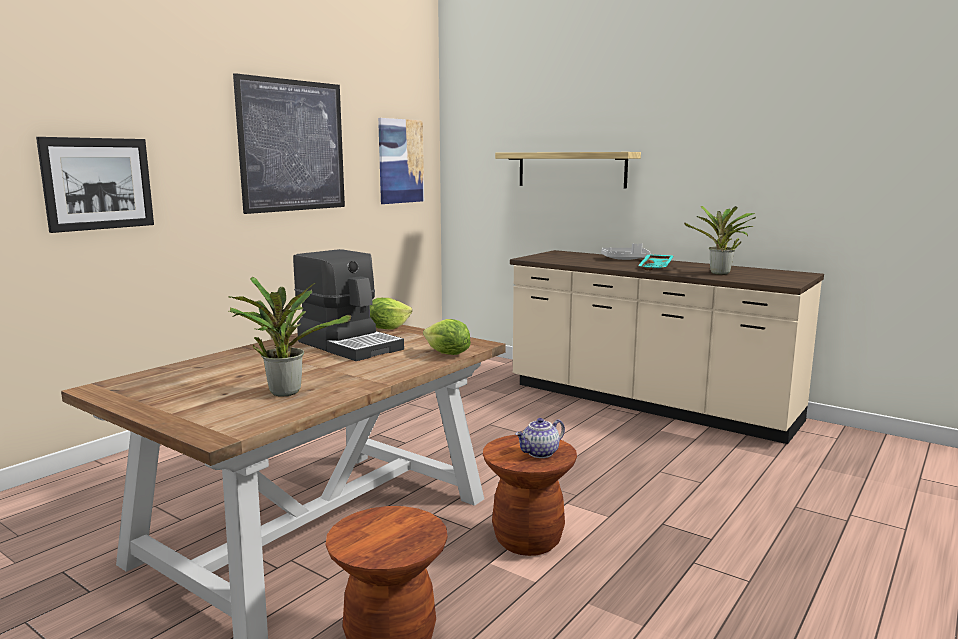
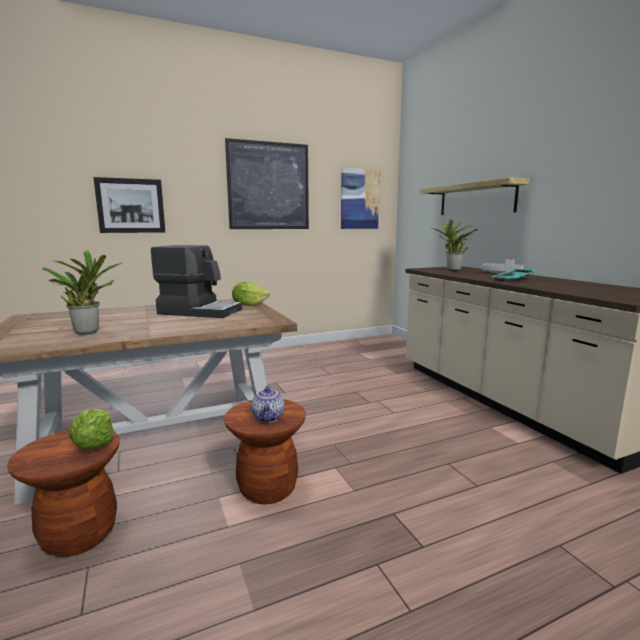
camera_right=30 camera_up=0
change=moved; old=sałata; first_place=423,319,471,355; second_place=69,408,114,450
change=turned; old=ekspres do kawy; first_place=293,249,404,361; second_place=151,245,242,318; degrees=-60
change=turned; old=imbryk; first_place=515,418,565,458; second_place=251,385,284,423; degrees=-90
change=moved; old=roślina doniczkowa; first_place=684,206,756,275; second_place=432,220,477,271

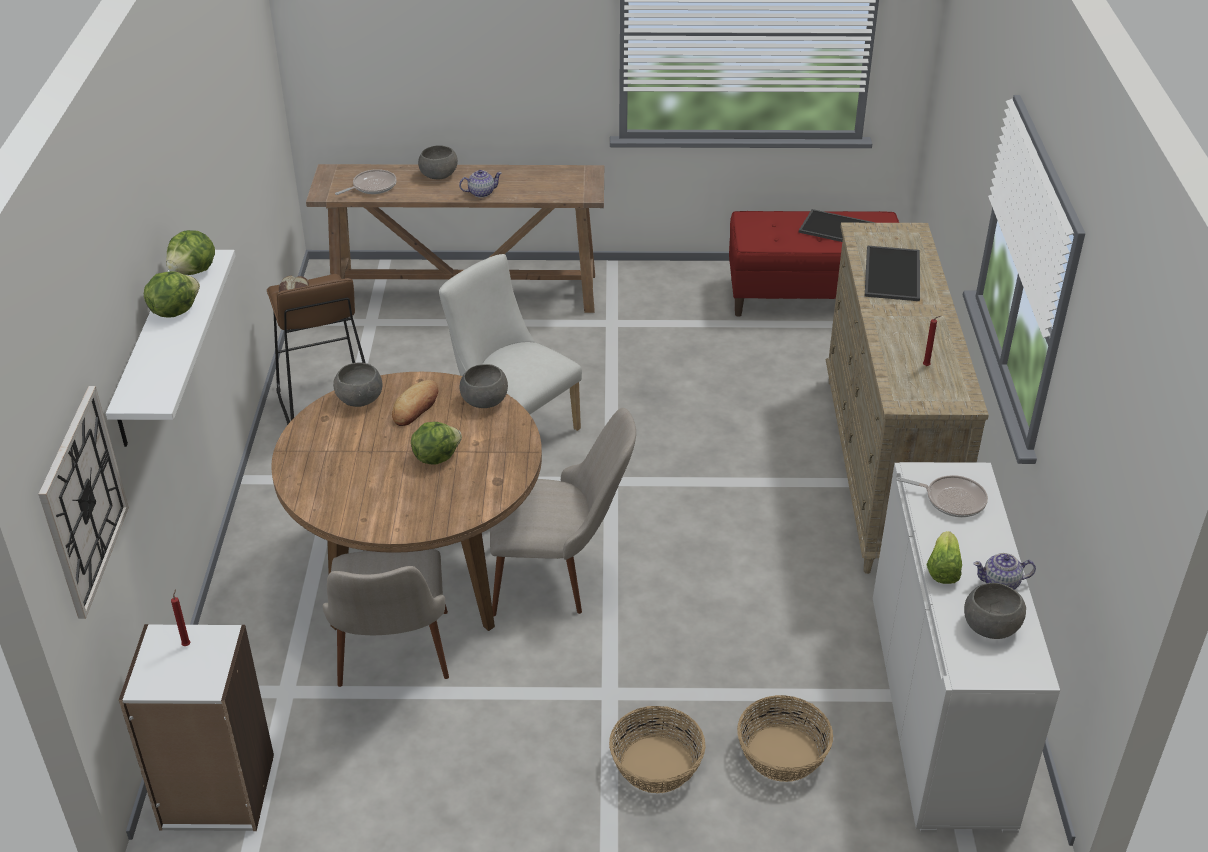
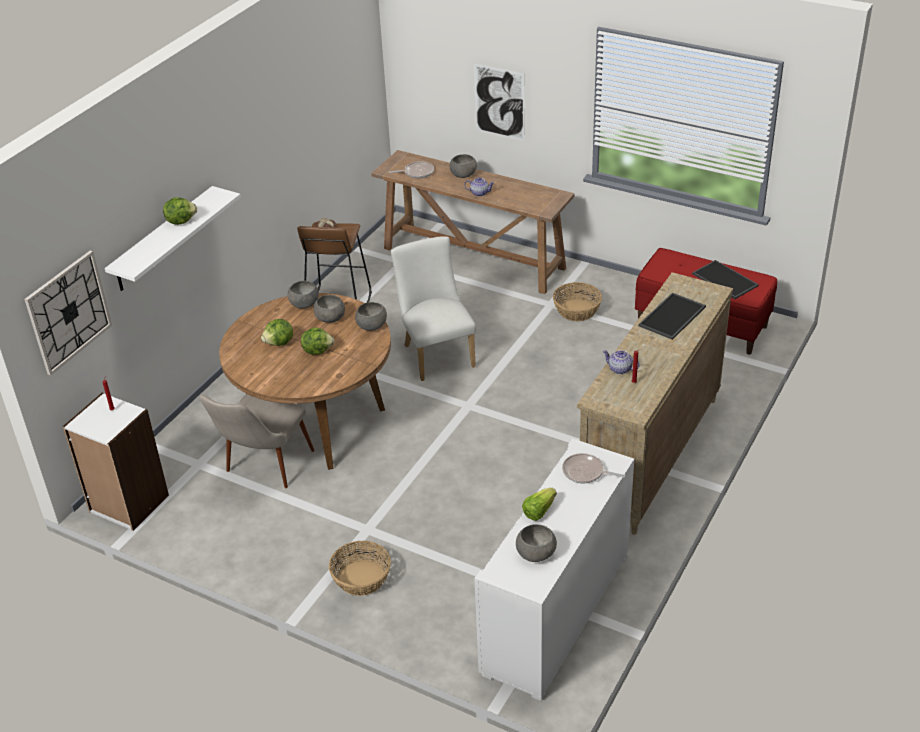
camera_right=30 camera_up=0
change=moved; old=sałata; first_place=166,230,215,275; second_place=261,319,293,346
change=replaced; old=chleb; new=miska (szary); first_place=392,380,438,426; second_place=313,295,345,323
change=added; new=obraz; second_place=474,63,525,141
change=moved; old=koszyk; first_place=737,695,833,782; second_place=553,282,602,321
change=turned; old=patelnia; first_place=896,475,988,517; second_place=562,453,625,483; degrees=150
change=moved; old=imbryk; first_place=973,553,1036,590; second_place=602,350,640,374
change=removed; old=krzesło (beżowy); first_place=490,408,636,616

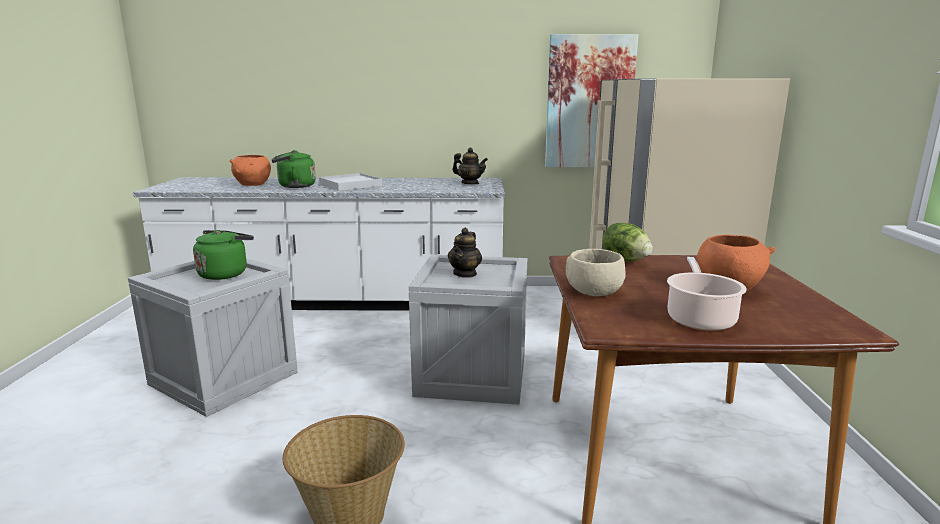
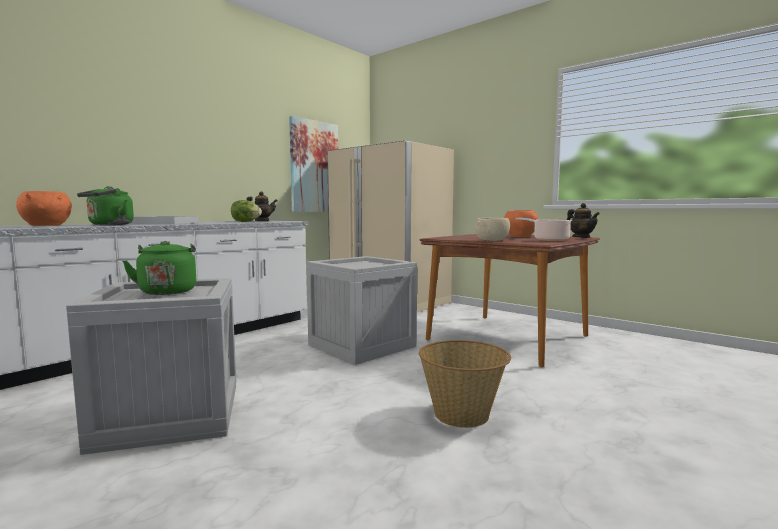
camera_right=-50 camera_up=-10
change=moved; old=sałata; first_place=602,223,653,261; second_place=231,200,262,222
change=moved; old=imbryk; first_place=448,228,482,278; second_place=567,203,600,238

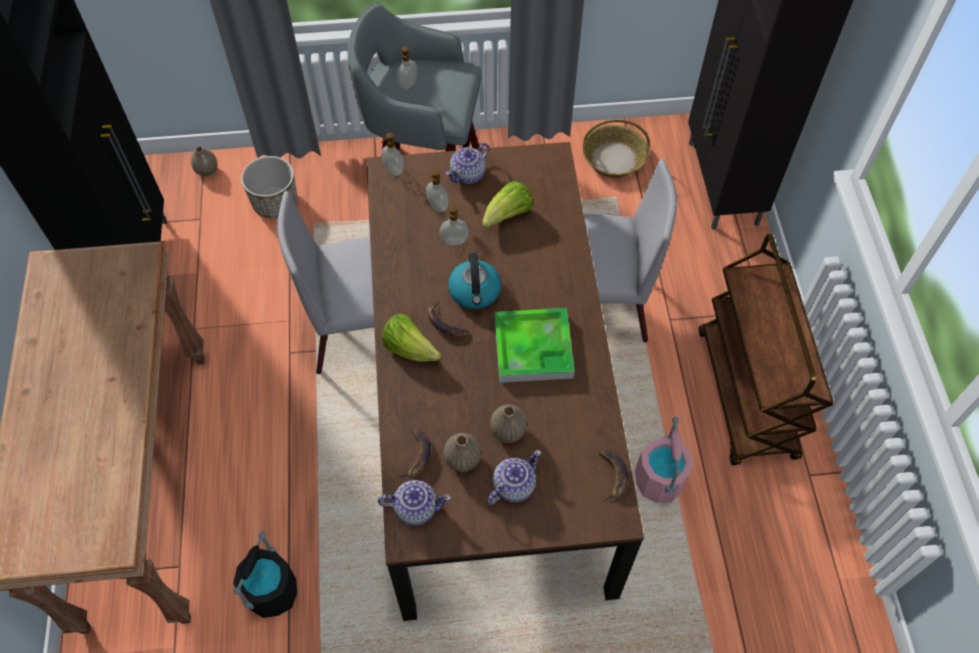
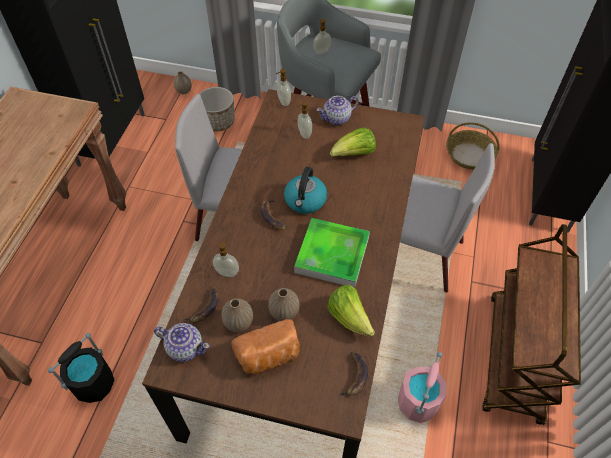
camera_right=20 camera_up=-5
change=moved; old=dozownik mydła; first_place=439,202,469,245; second_place=213,239,239,277
change=replaced; old=imbryk; new=chleb; first_place=487,450,541,505; second_place=231,319,300,375
change=moved; old=sałata; first_place=382,313,441,362; second_place=327,285,375,337

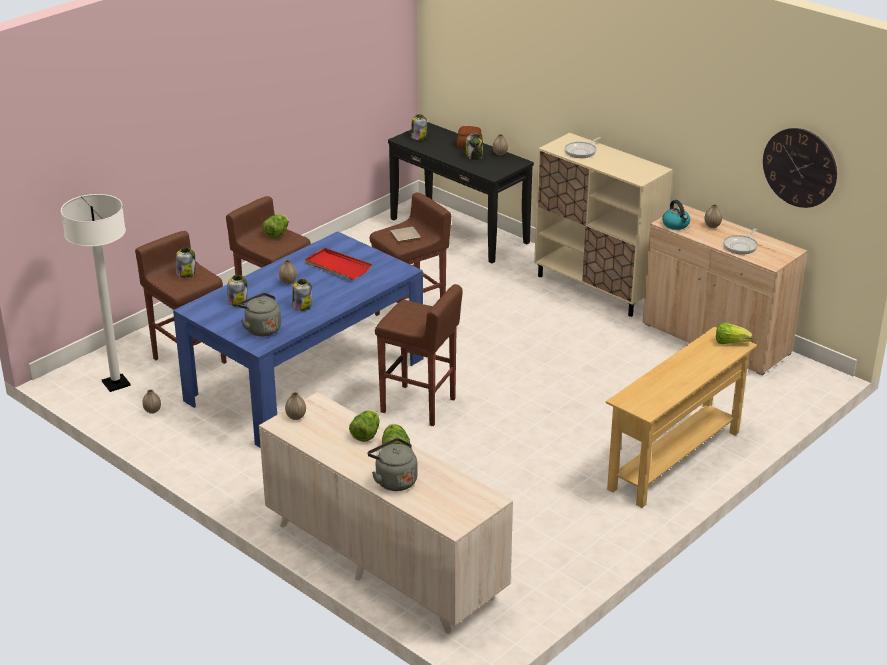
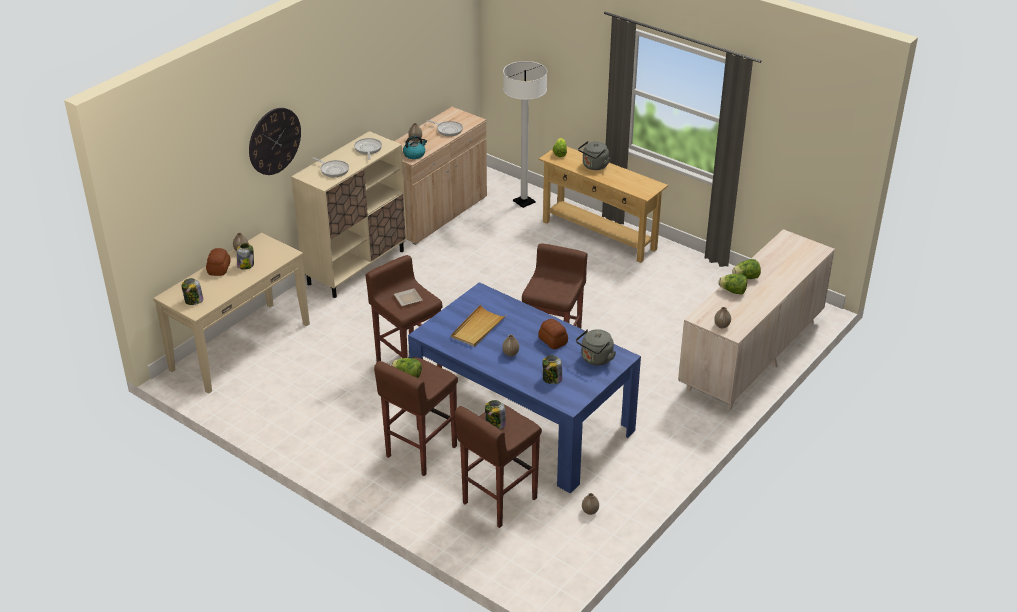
camera_right=-95 camera_up=5
change=recoloured; old=stolik konsolowy (czarny); new=stolik konsolowy (beżowy); first_place=388,122,534,263; second_place=153,233,310,394
change=moved; old=zegar ścienny; first_place=763,128,837,208; second_place=249,108,301,175
change=added; new=patelnia; second_place=354,138,382,159
change=recoloured; old=taca (czerwony); new=taca (beżowy); first_place=305,248,372,279; second_place=451,305,507,347
change=moved; old=lampa stojąca (biały); first_place=61,194,131,392; second_place=503,61,547,208
change=replaced; old=słoik; new=chleb; first_place=292,279,312,311; second_place=538,319,568,349
change=moved; old=czajnik (szary); first_place=368,438,418,491; second_place=578,141,610,170

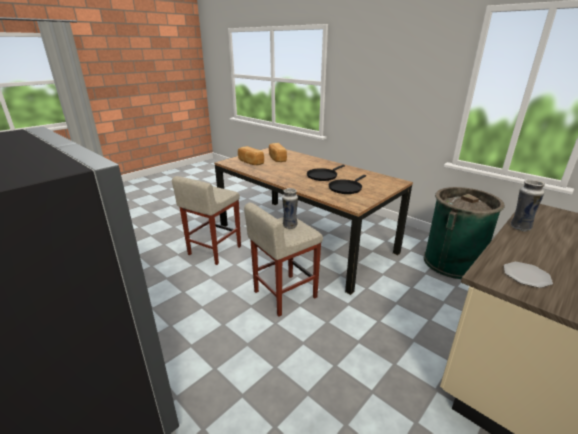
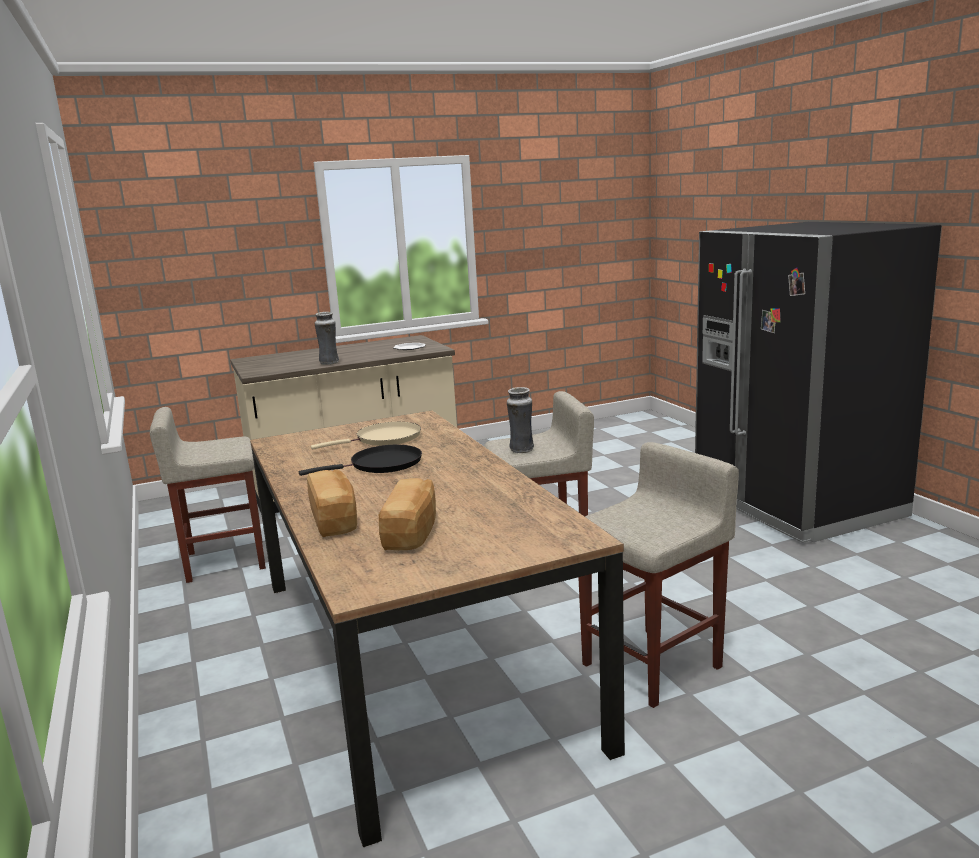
camera_right=-155 camera_up=-10
change=replaced; old=kosz na śmieci (zielony); new=stołek (beżowy); first_place=424,187,505,279; second_place=150,407,266,583
change=moved; old=chleb; first_place=238,146,264,165; second_place=307,470,357,537
change=recoloured; old=patelnia (czarny); new=patelnia (beżowy); first_place=329,175,366,194; second_place=311,422,421,449

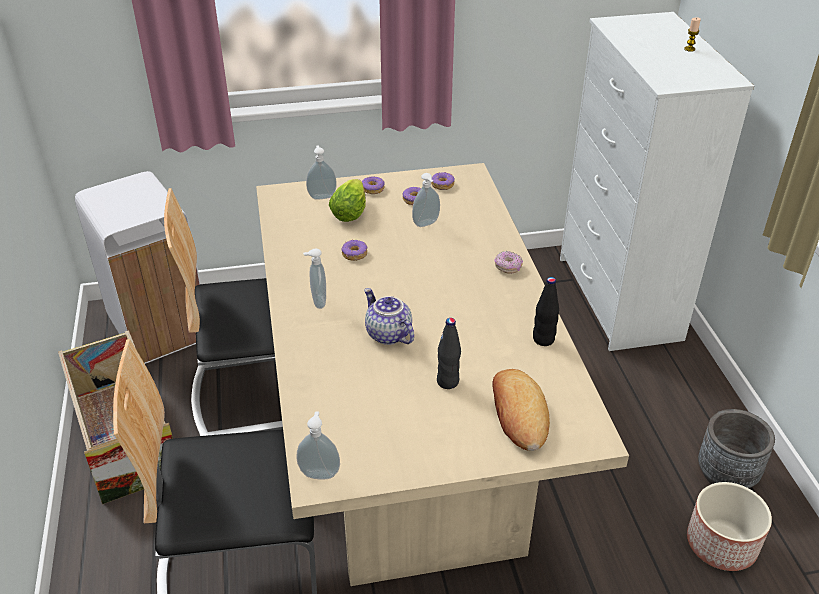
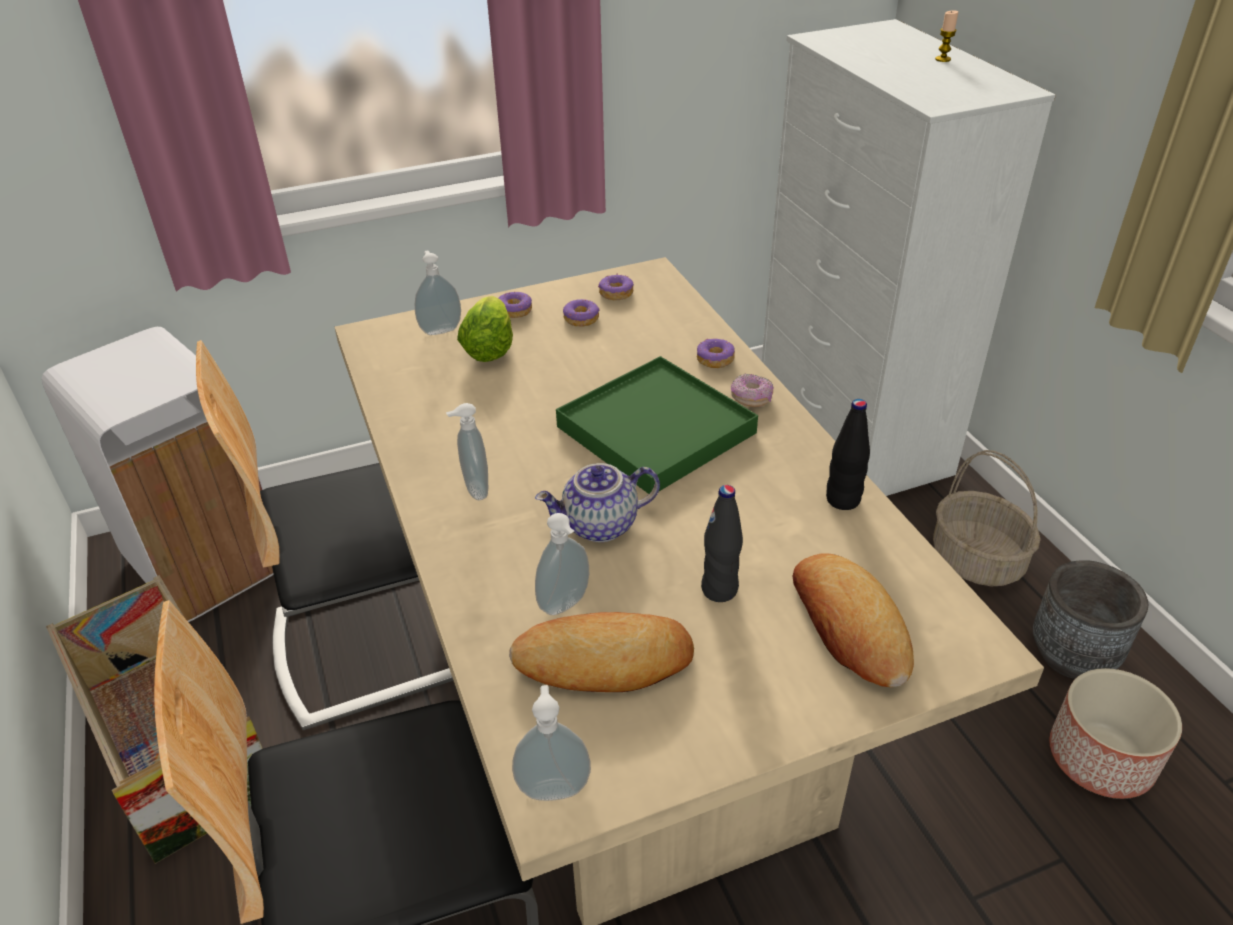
camera_right=-10 camera_up=0
change=added; new=chleb; second_place=509,612,694,692
change=turned; old=imbryk; first_place=364,288,414,345; second_place=535,463,660,542; degrees=-60
change=moved; old=dozownik mydła; first_place=412,173,440,227; second_place=535,513,589,615
change=added; new=taca (zielony); second_place=556,356,758,494
change=moved; old=donut; first_place=341,240,367,261; second_place=697,338,735,368
change=added; new=koszyk; second_place=933,450,1041,586

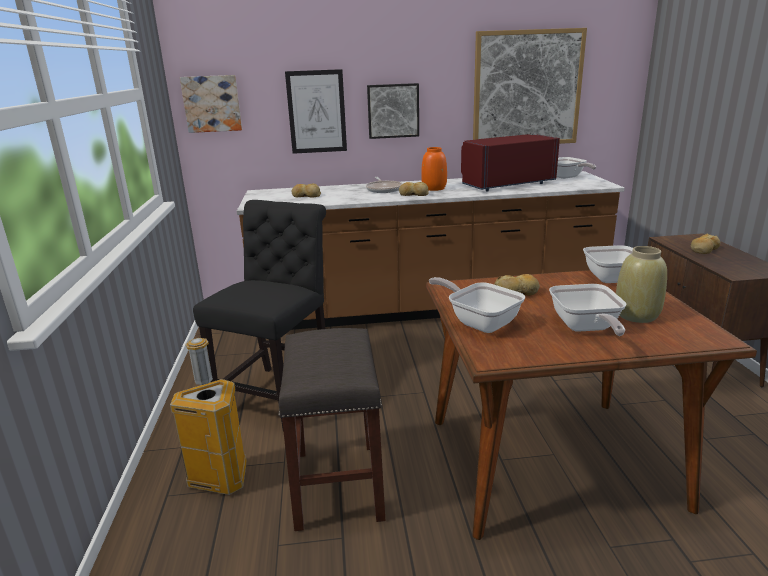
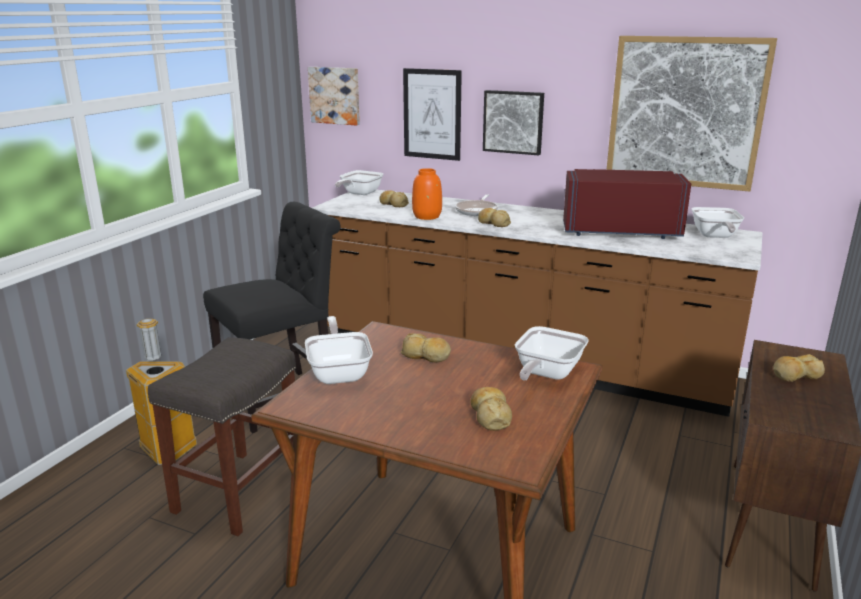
camera_right=30 camera_up=0
change=moved; old=patelnia; first_place=549,284,626,336; second_place=335,170,383,195
change=moved; old=wazon (pomarańczowy); first_place=421,147,447,191; second_place=412,168,442,220
change=replaced; old=wazon (beżowy); new=chleb; first_place=616,246,667,323; second_place=471,387,512,431

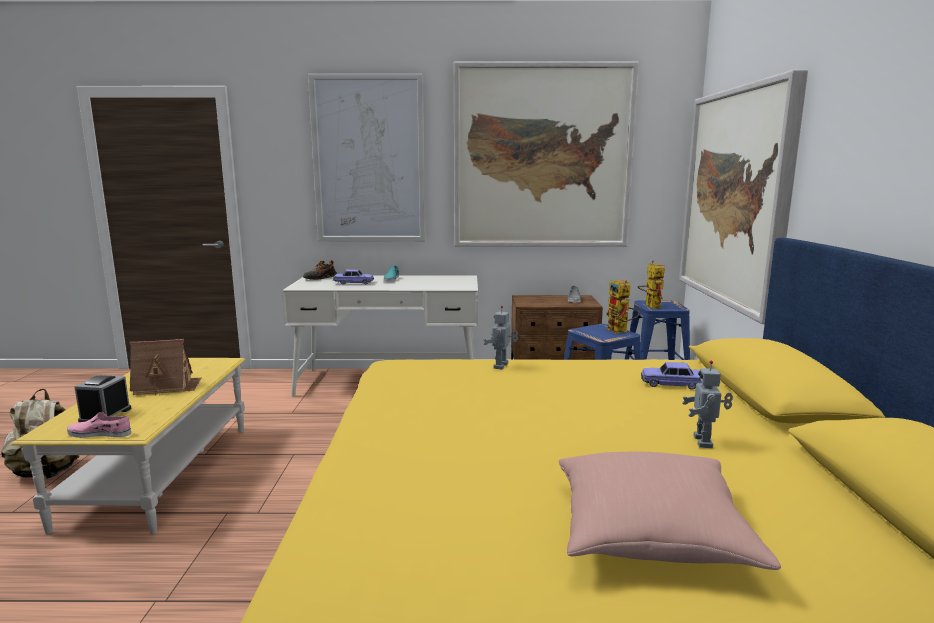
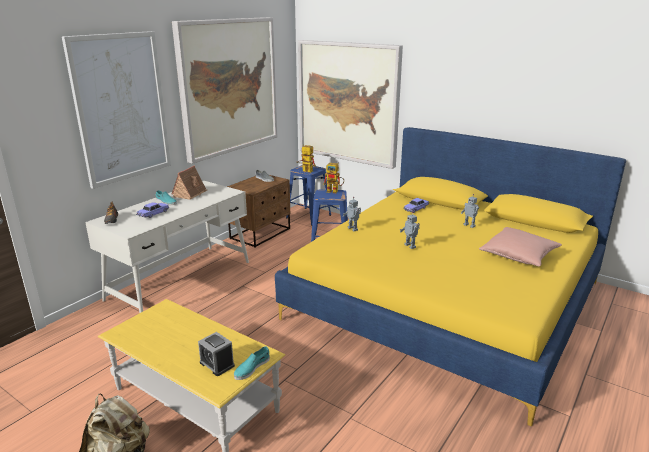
camera_right=-55 camera_up=10
change=moved; old=domek; first_place=130,339,201,395; second_place=172,166,207,200
change=recoloured; old=but (różowy); new=but (turkusowy); first_place=67,412,131,438; second_place=234,346,270,380
change=added; new=robot zabawkowy; second_place=400,212,420,249

